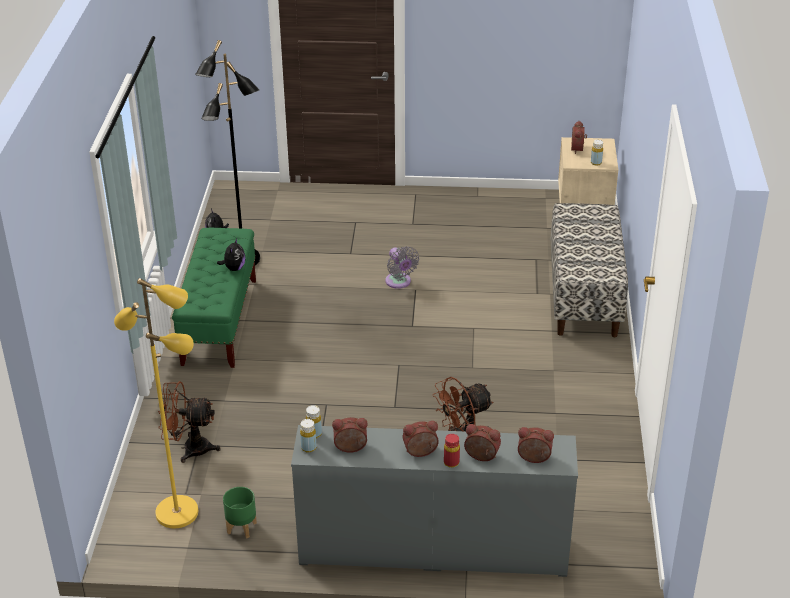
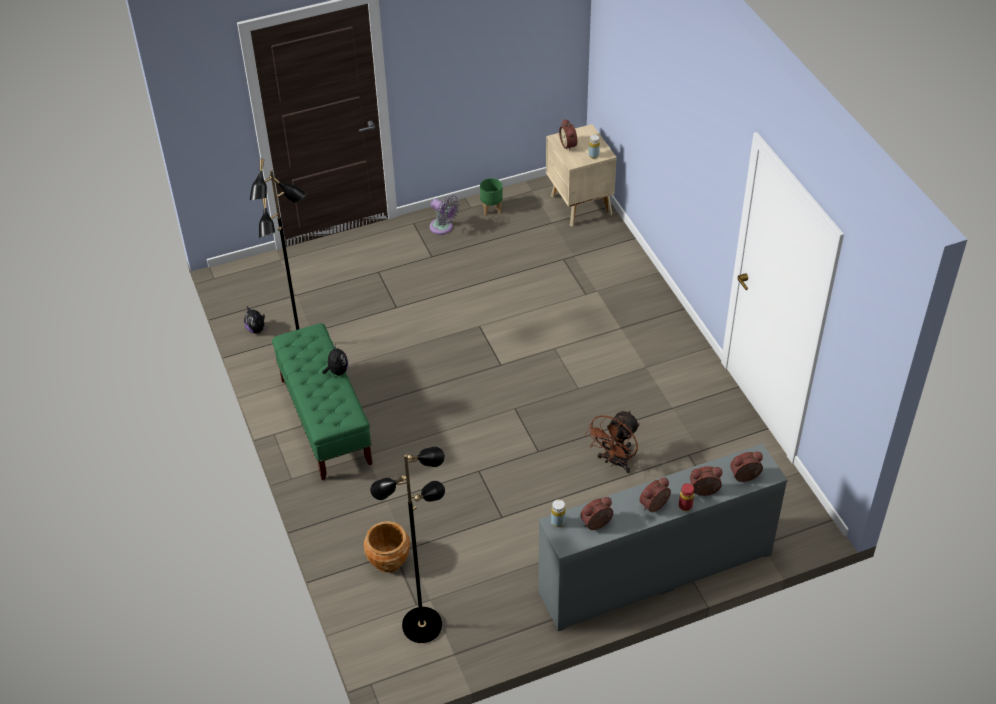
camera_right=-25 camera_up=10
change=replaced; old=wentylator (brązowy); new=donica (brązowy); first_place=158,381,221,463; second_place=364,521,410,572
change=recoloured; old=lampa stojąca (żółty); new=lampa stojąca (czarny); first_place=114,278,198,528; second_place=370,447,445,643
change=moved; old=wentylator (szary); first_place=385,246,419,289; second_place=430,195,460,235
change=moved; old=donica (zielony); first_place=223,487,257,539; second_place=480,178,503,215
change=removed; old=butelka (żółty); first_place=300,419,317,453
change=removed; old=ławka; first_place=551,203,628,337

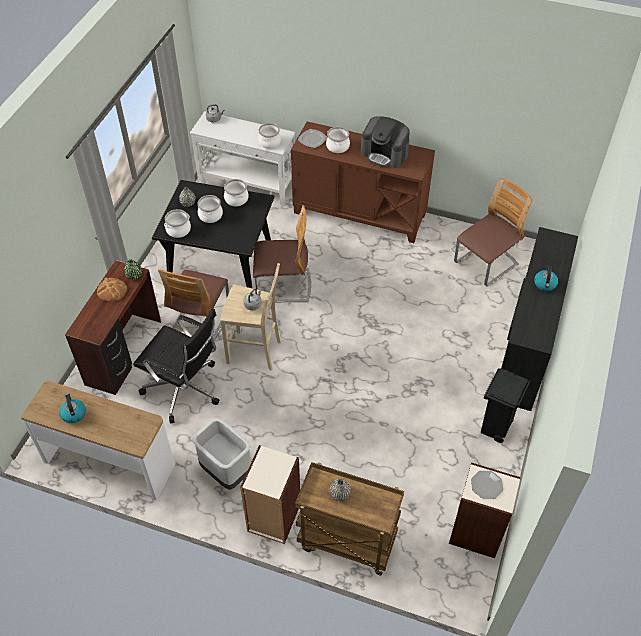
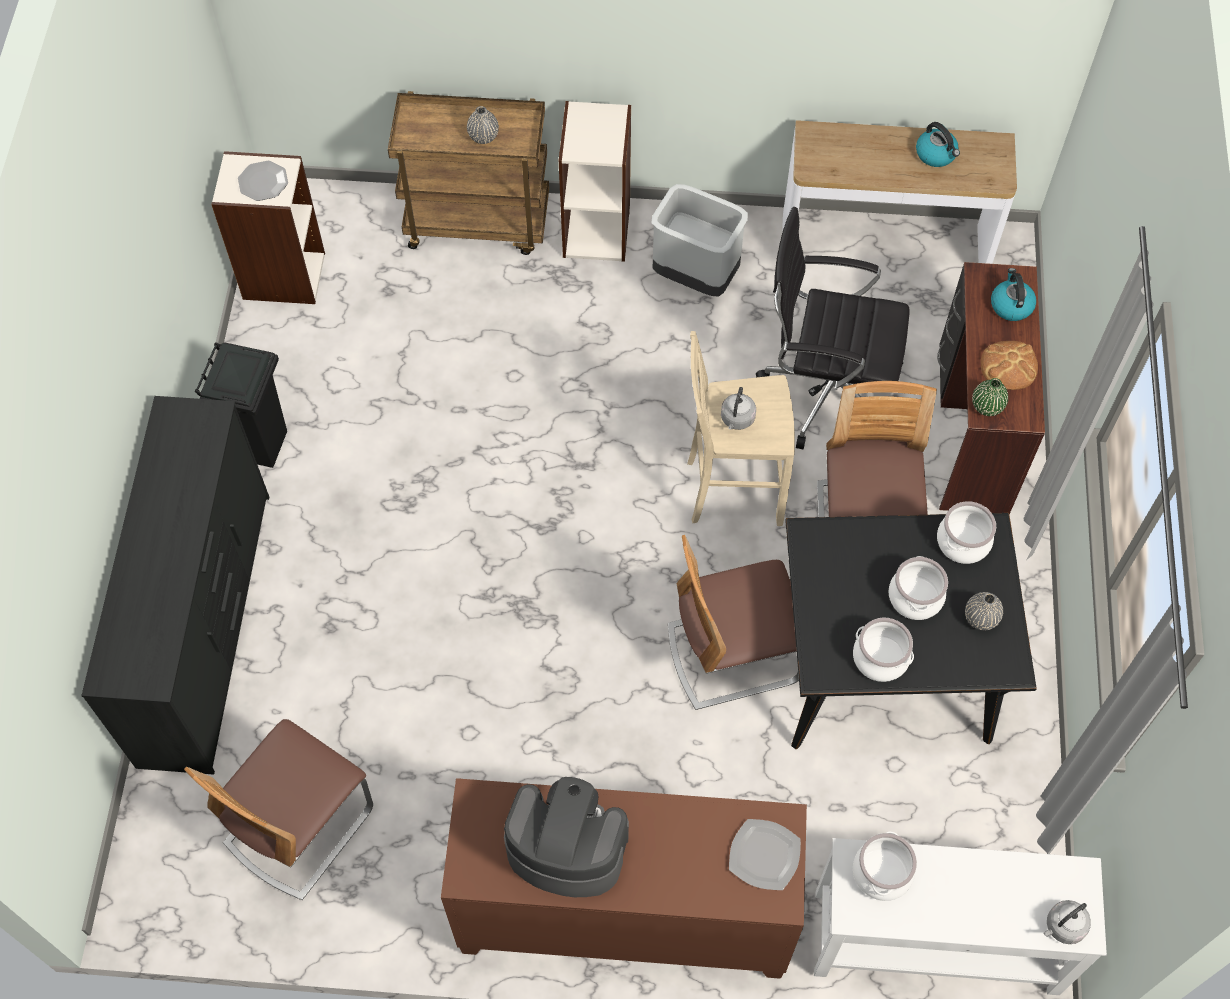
camera_right=165 camera_up=10
change=moved; old=czajnik; first_place=534,266,558,291; second_place=991,268,1036,321
change=removed; old=garnek; first_place=326,127,350,153

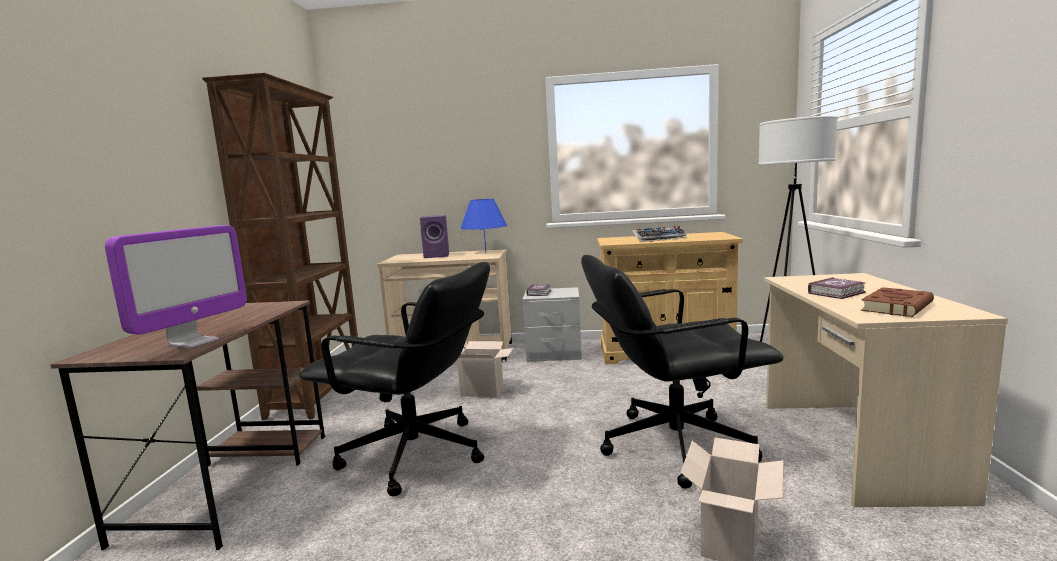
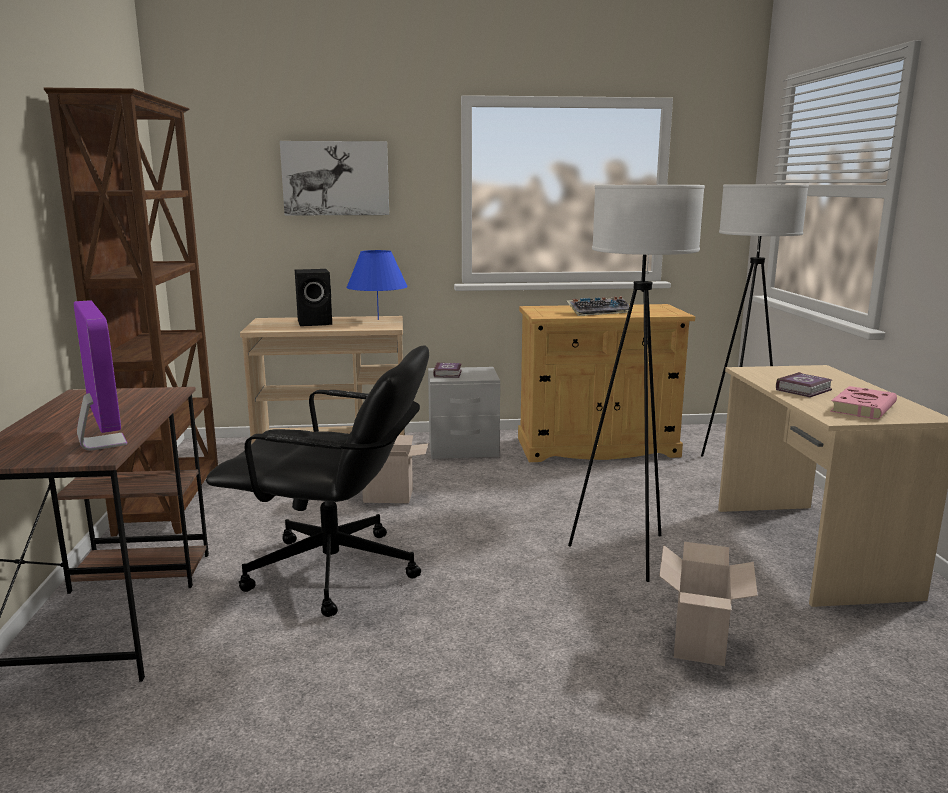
camera_right=-10 camera_up=5
change=turned; old=monitor; first_place=105,225,247,348; second_place=74,300,127,451; degrees=-45
change=added; new=obraz; second_place=280,141,389,215
change=recoloured; old=głośnik (fioletowy); new=głośnik (czarny); first_place=420,215,449,258; second_place=295,269,332,326
change=replaced; old=krzesło biurowe (czarny); new=lampa stojąca (biały); first_place=581,255,784,489; second_place=568,185,705,582
change=recoloured; old=książka (brązowy); new=książka (różowy); first_place=861,287,934,317; second_place=830,386,897,419

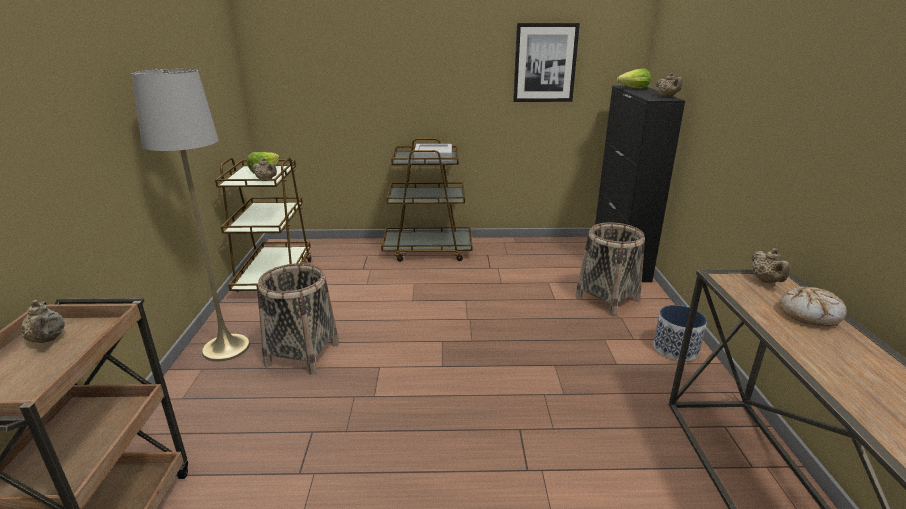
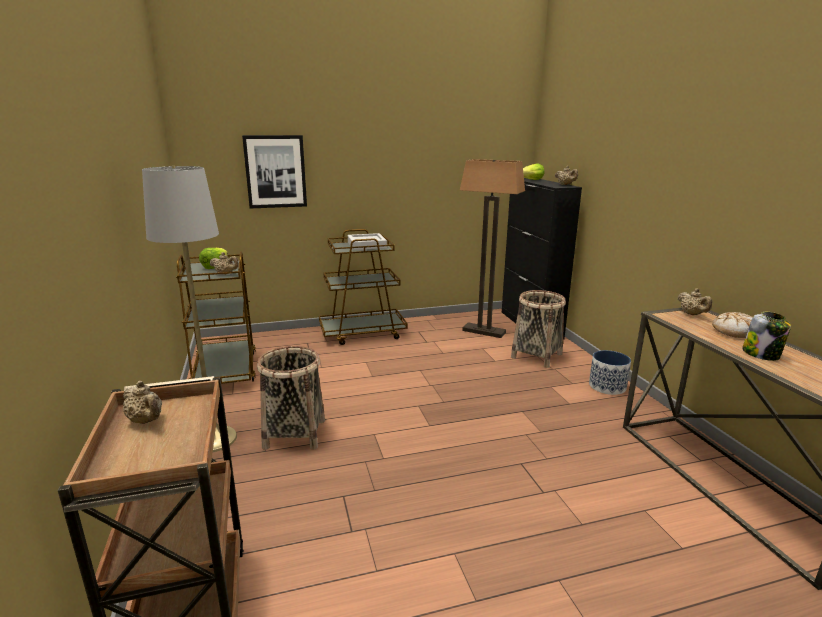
camera_right=-15 camera_up=-5
change=moved; old=obraz; first_place=513,23,580,102; second_place=242,135,307,208
change=added; new=lampa stojąca; second_place=460,159,525,338
change=added; new=słoik; second_place=742,312,791,361

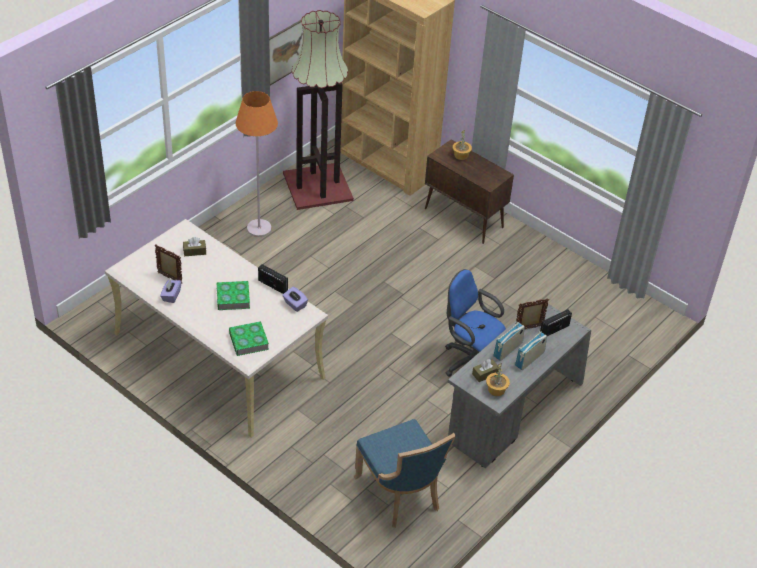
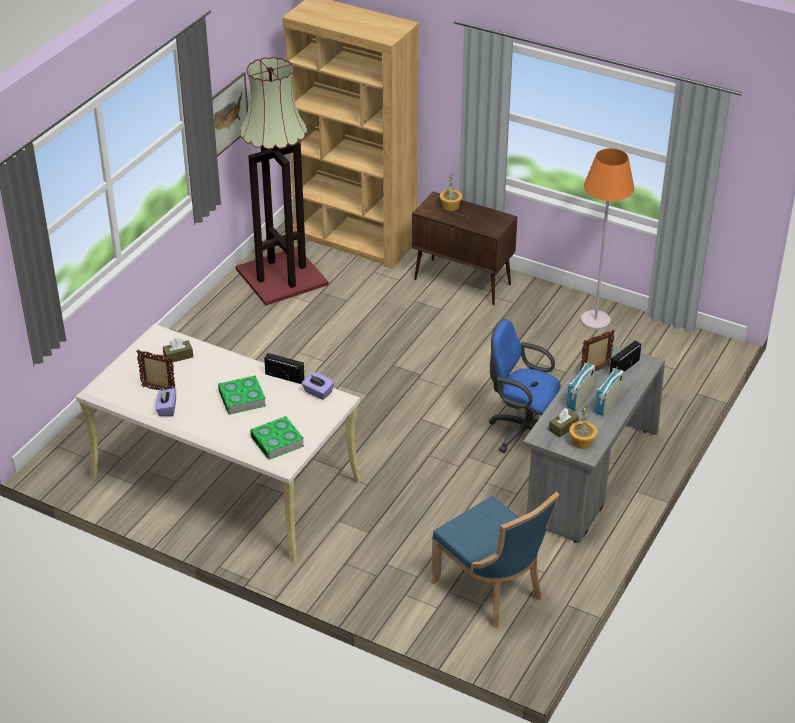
camera_right=-10 camera_up=-5
change=moved; old=lampa stojąca (pomarańczowy); first_place=236,91,278,237; second_place=581,148,634,330

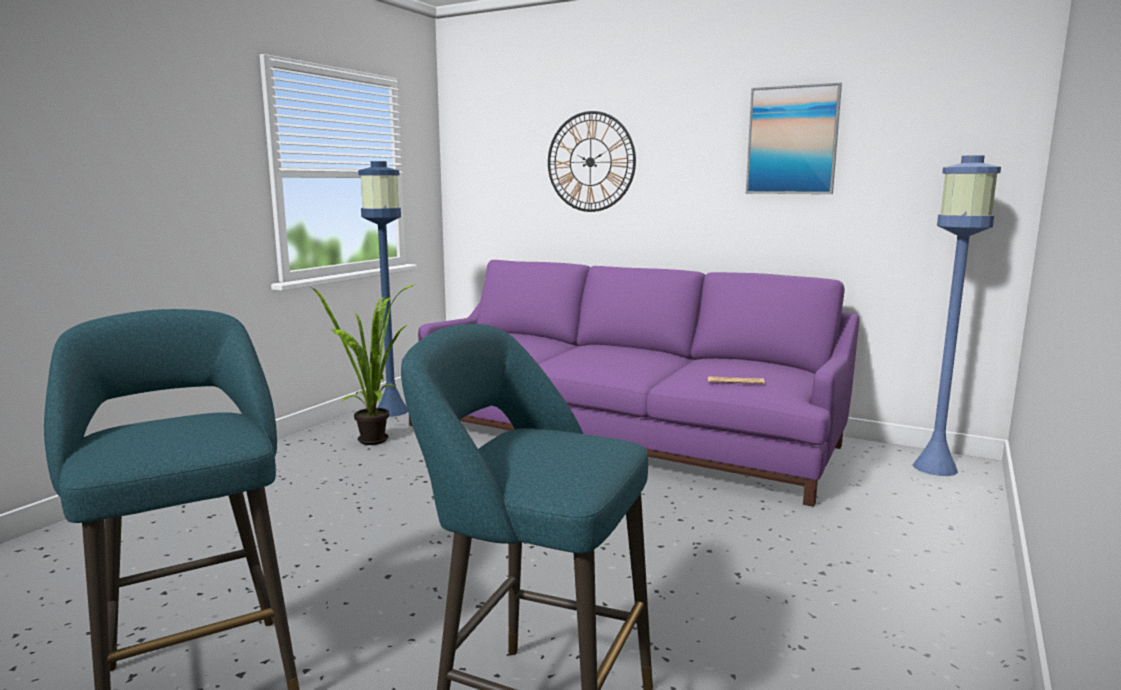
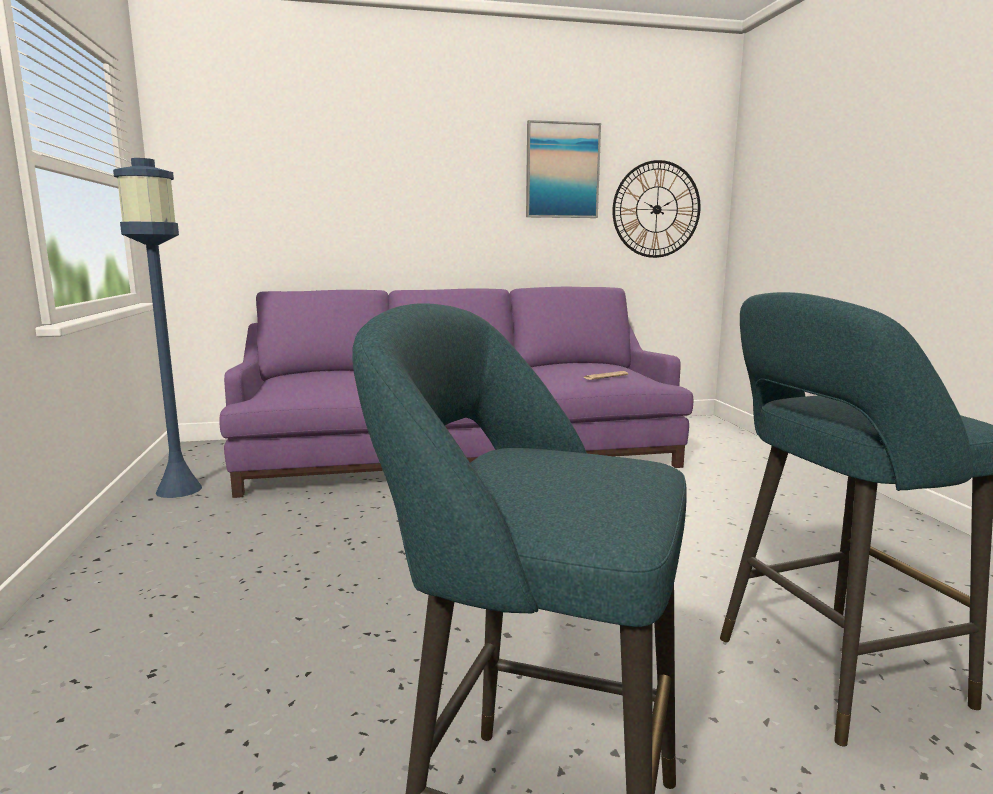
camera_right=-40 camera_up=0
change=moved; old=zegar ścienny; first_place=548,111,636,212; second_place=612,160,701,258
change=removed; old=roślina doniczkowa; first_place=310,285,414,445
change=removed; old=lampa stojąca (niebieski); first_place=913,155,1001,476

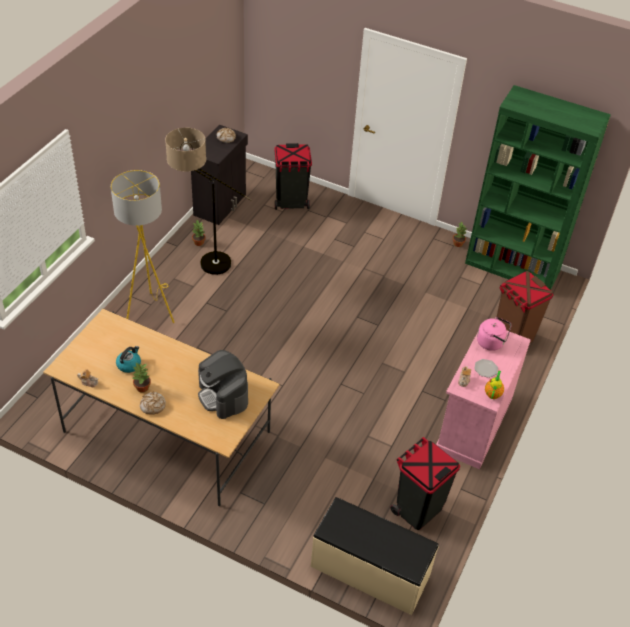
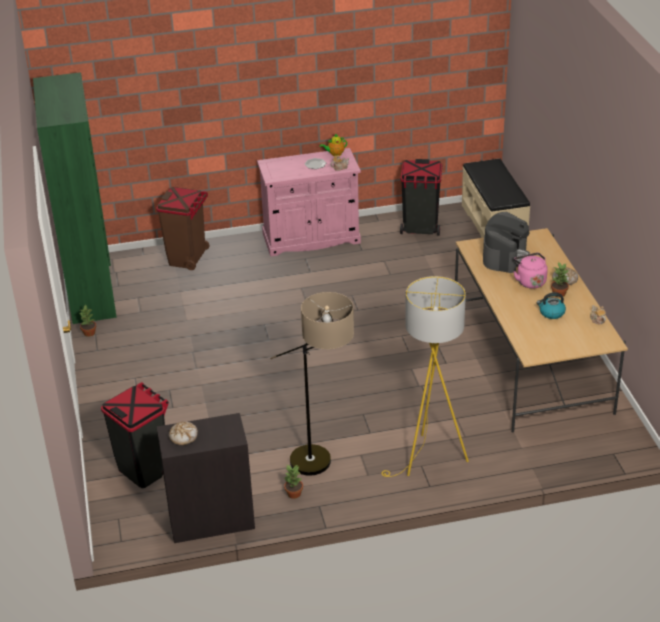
camera_right=-125 camera_up=-10
change=moved; old=czajnik (różowy); first_place=477,317,512,351; second_place=514,253,548,289

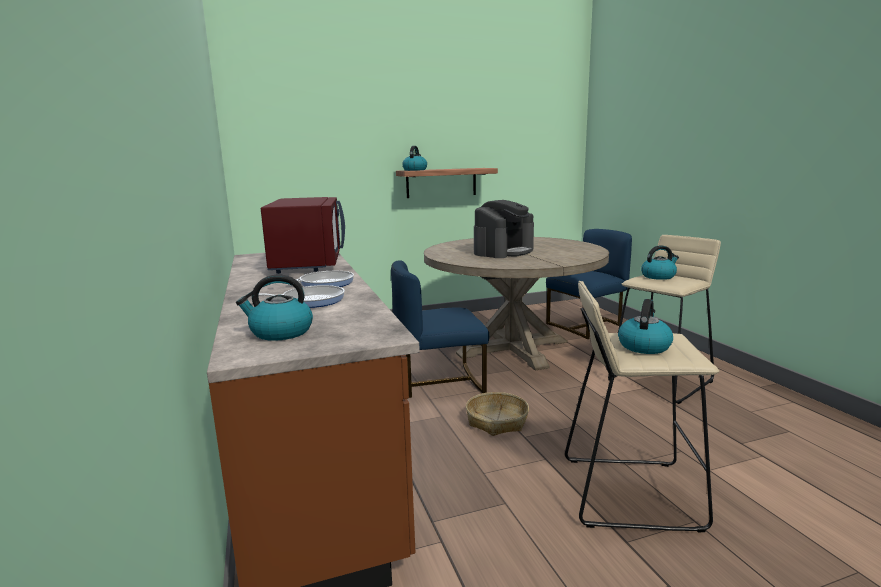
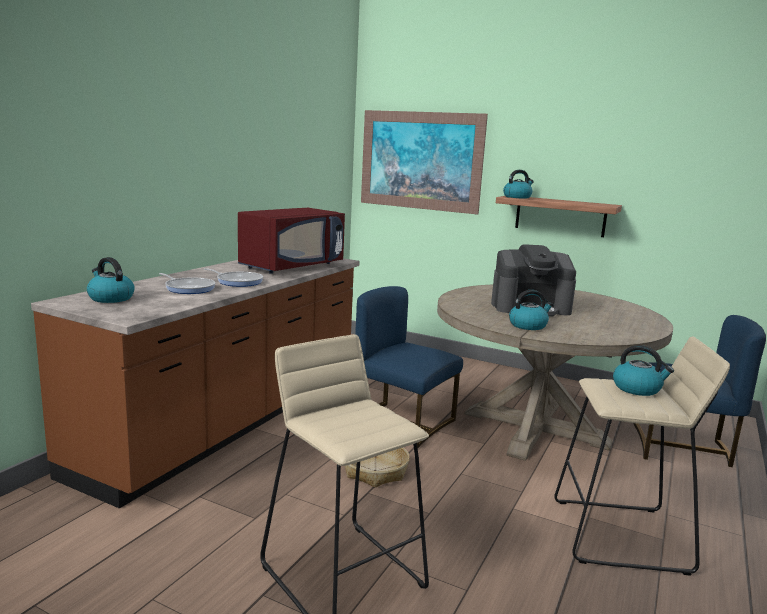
camera_right=45 camera_up=0
change=added; new=obraz; second_place=361,110,488,215
change=moved; old=czajnik; first_place=618,299,673,354; second_place=509,290,553,330

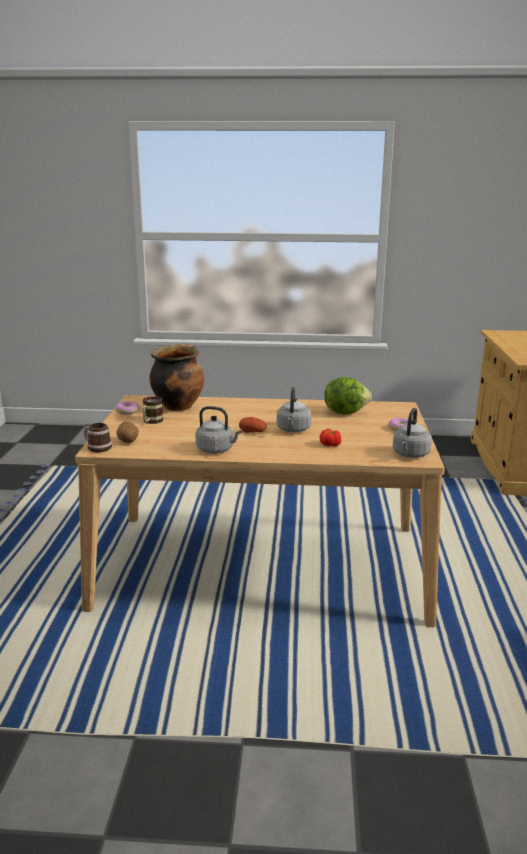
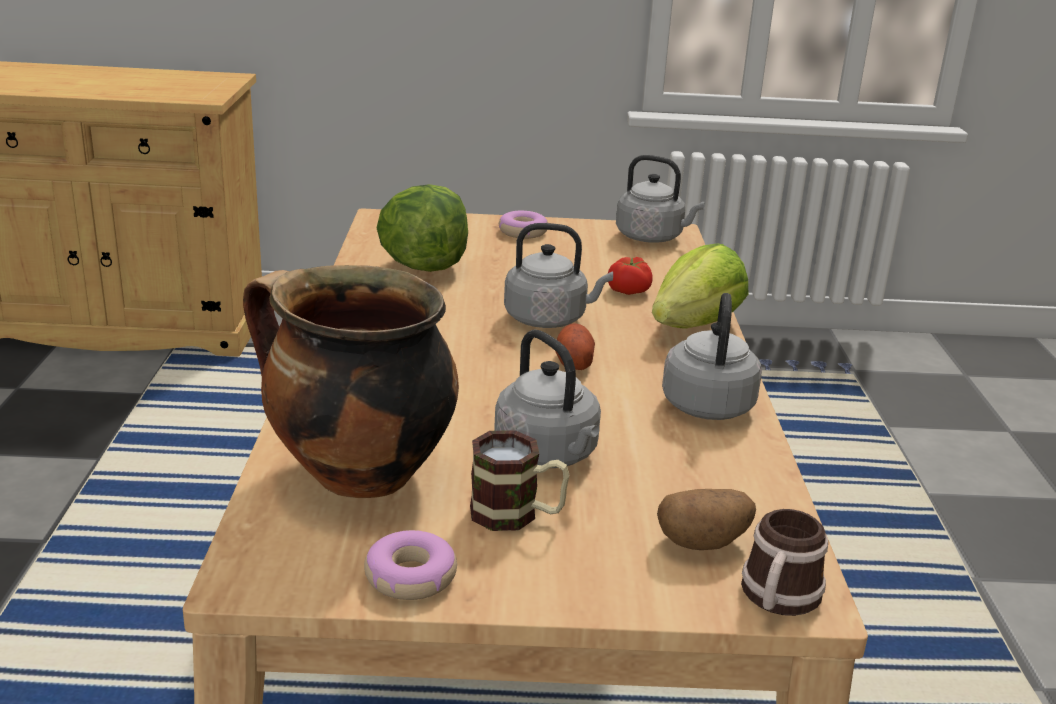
camera_right=-95 camera_up=5
change=added; new=czajnik (szary); second_place=494,330,601,468
change=added; new=sałata; second_place=652,244,748,329

